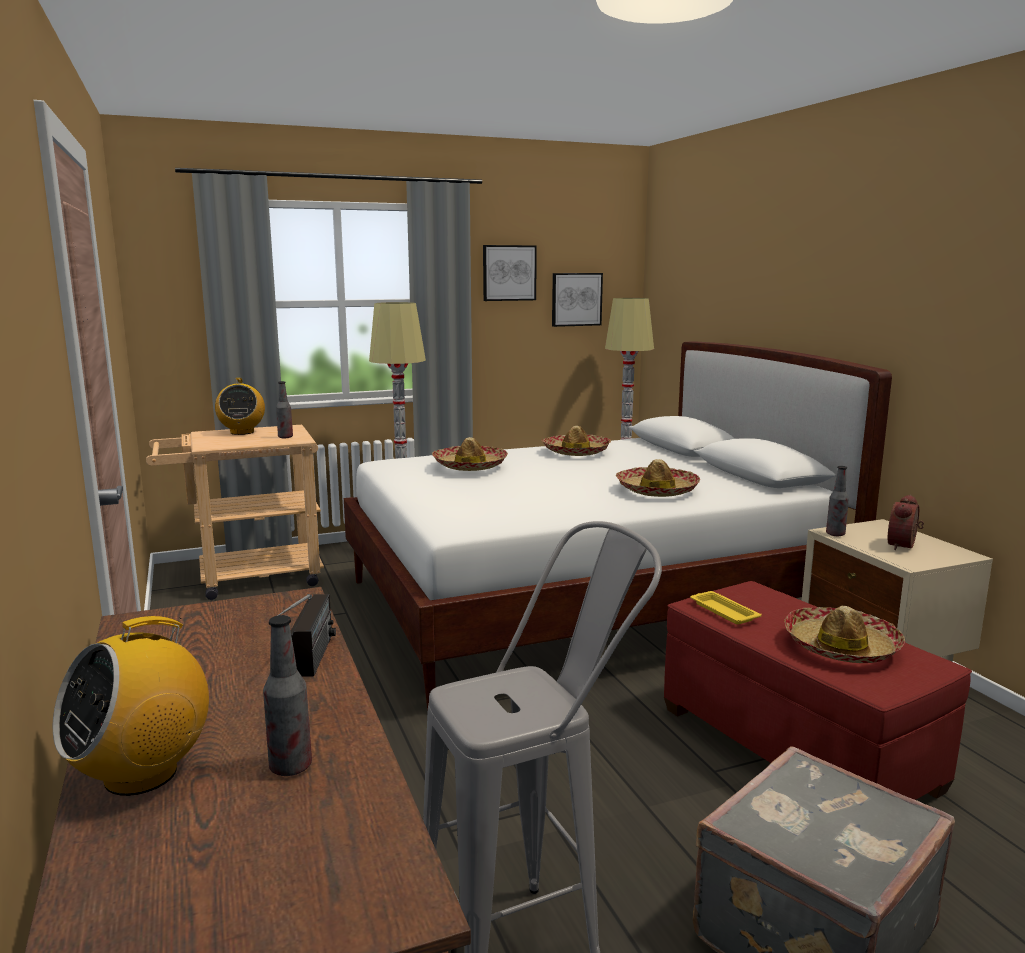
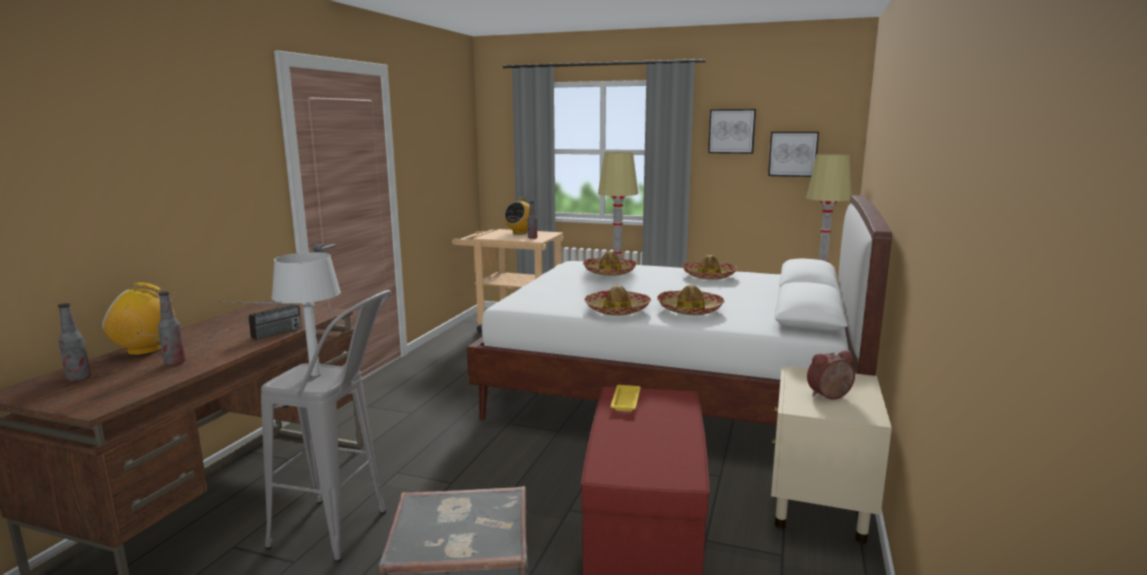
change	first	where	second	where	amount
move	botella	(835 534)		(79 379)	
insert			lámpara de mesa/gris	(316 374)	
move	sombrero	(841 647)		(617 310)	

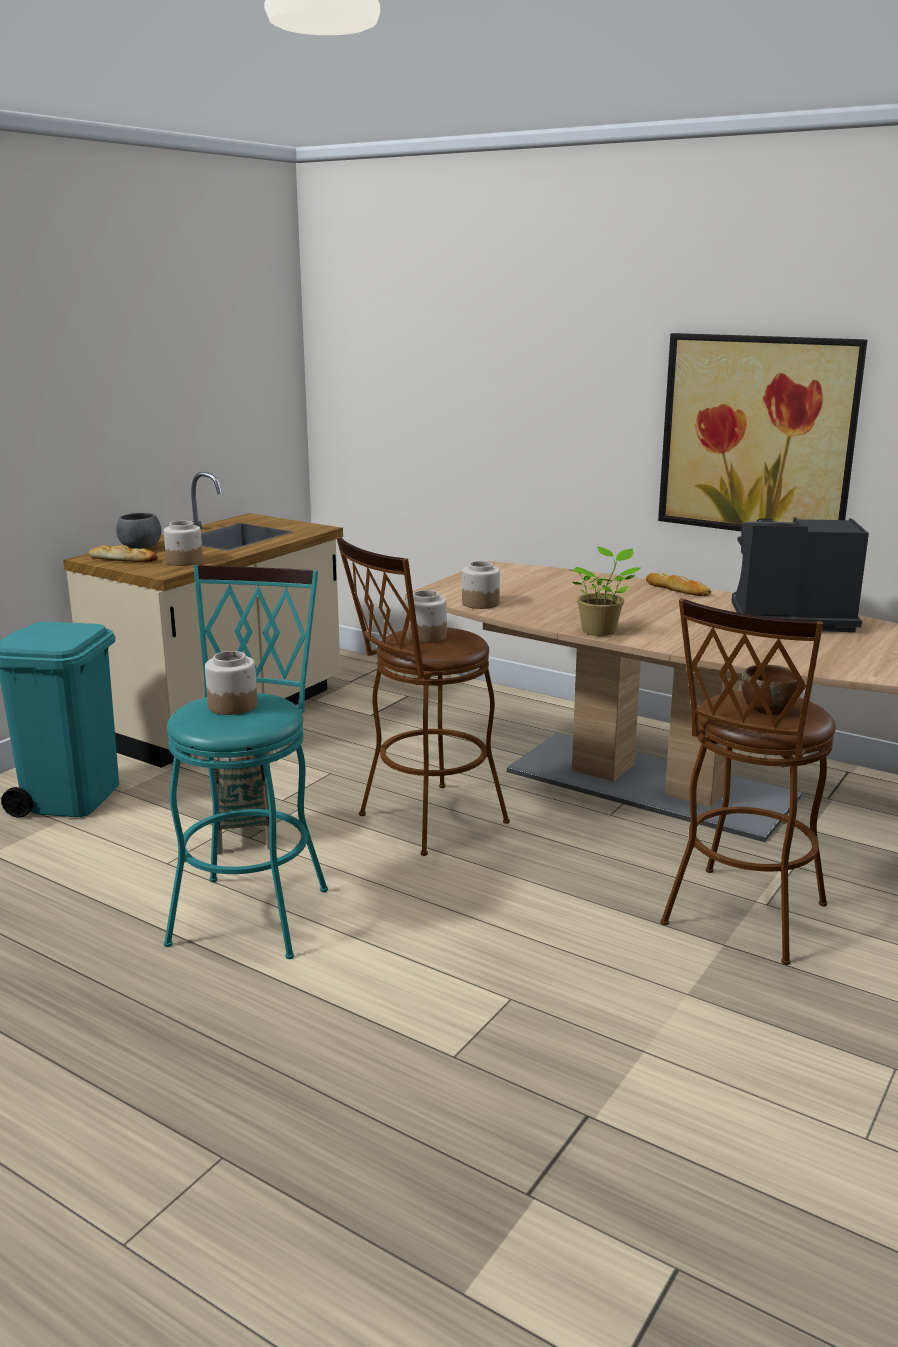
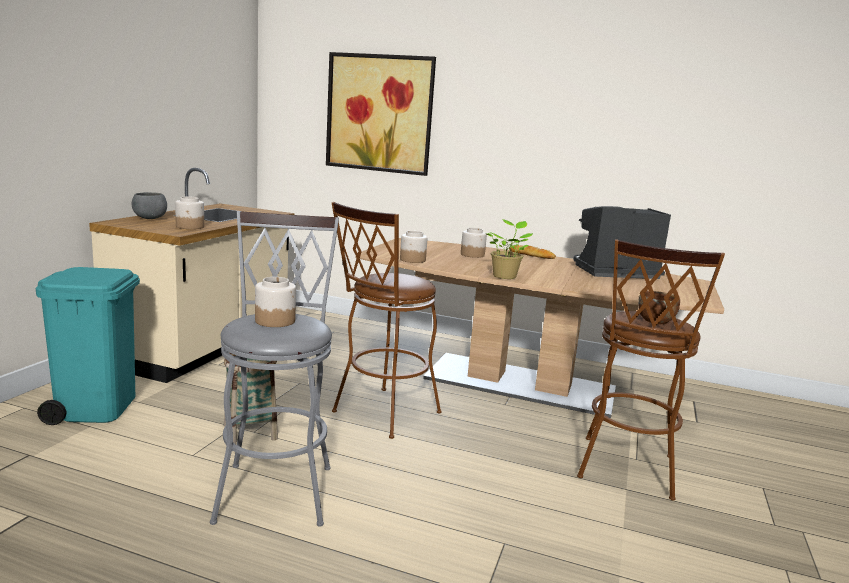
change	first	where	second	where	amount
recolor	taburete/turquesa	(255 908)	taburete/gris	(277 486)	
move	cuadro	(757 436)		(379 113)	
move	tarro	(426 636)		(472 255)	
delete	pan	(123 559)			

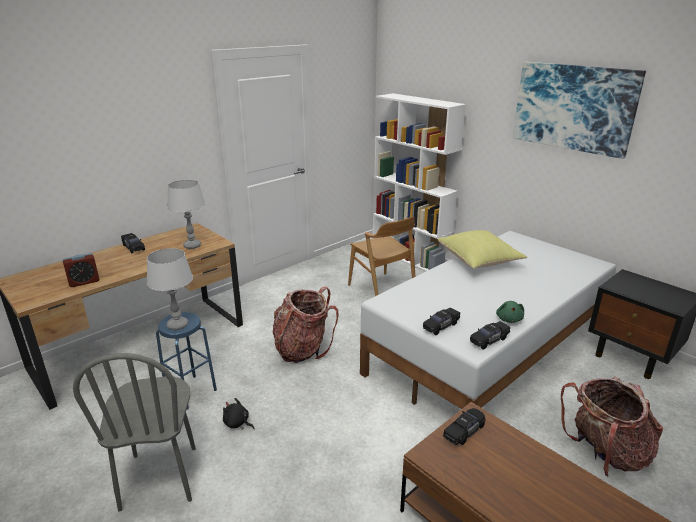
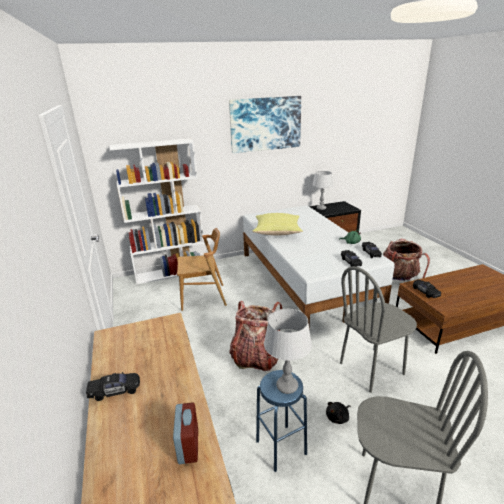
change	first	where	second	where	amount
move	lámpara de mesa/gris	(192 246)		(321 208)	
insert			silla/gris	(372 369)	

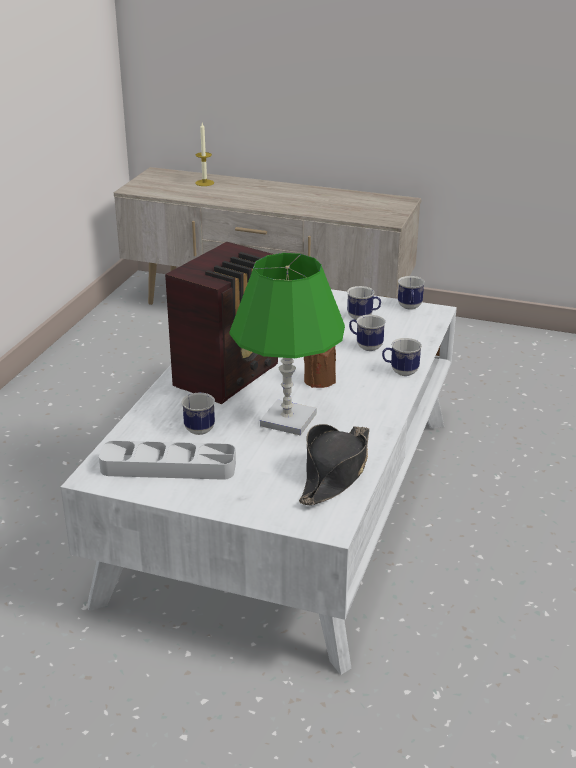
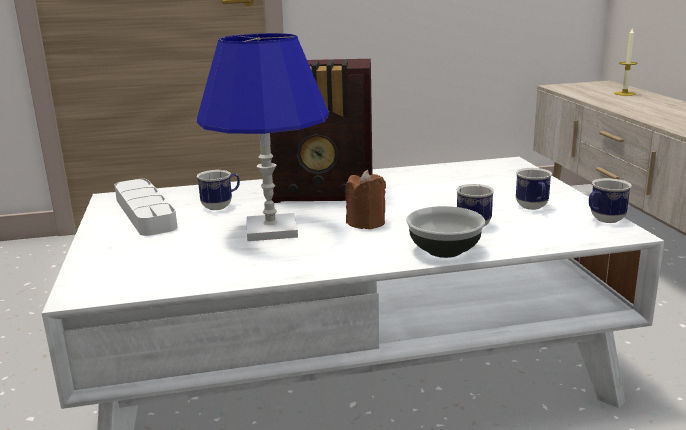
change	first	where	second	where	amount
recolor	lámpara de mesa/verde	(287 419)	lámpara de mesa/azul	(271 230)	
replace	taza grande	(400 372)	cuenco	(443 250)	
delete	sombrero/negro	(335 473)			

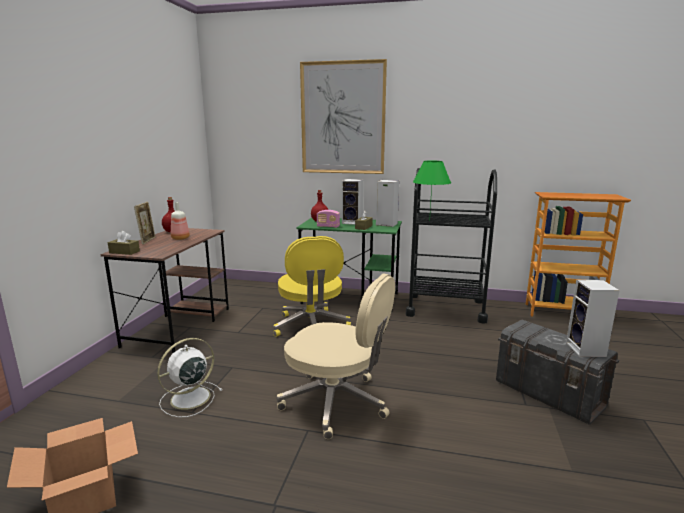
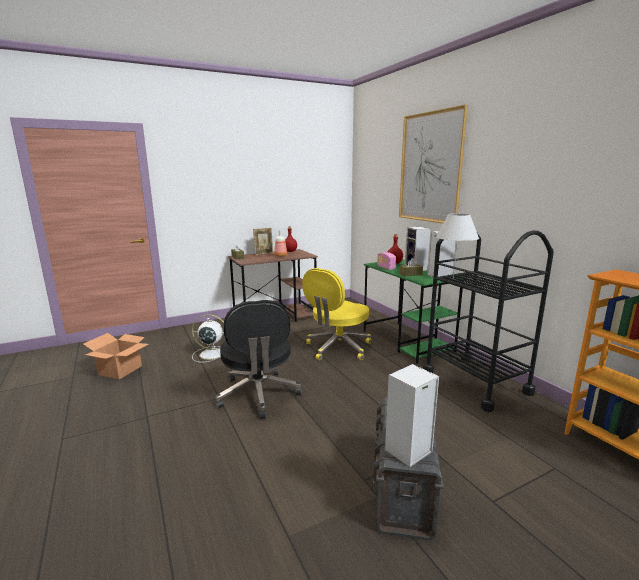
change	first	where	second	where	amount
recolor	silla de oficina/beis	(336 402)	silla de oficina/negro	(258 395)	
recolor	lámpara de mesa/verde	(429 221)	lámpara de mesa/blanco	(453 279)	

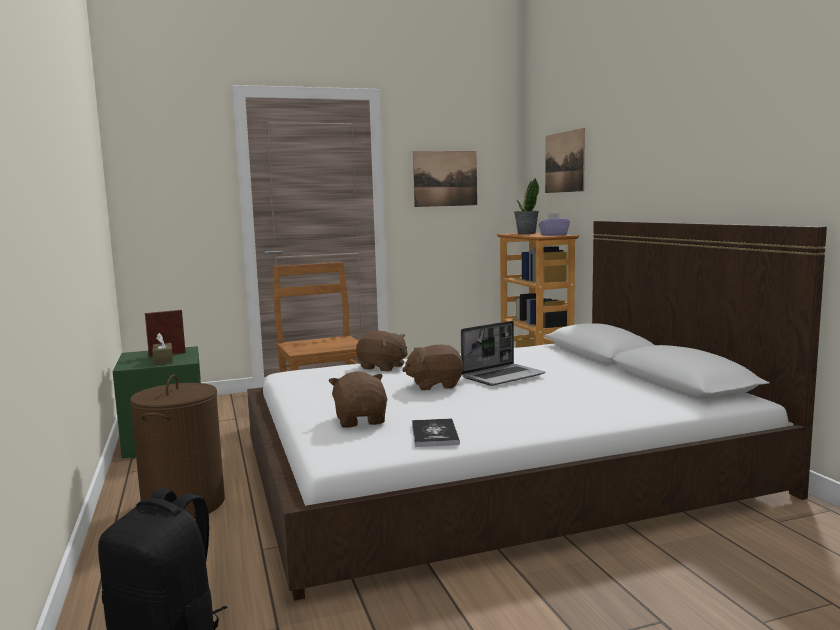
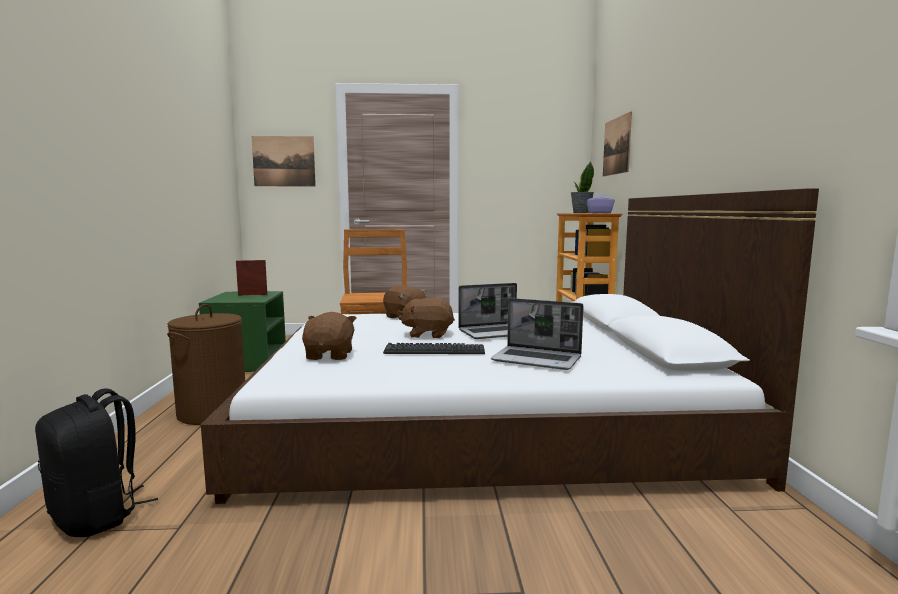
change	first	where	second	where	amount
move	cuadro	(445 178)		(284 161)	
insert			teclado	(434 350)	
insert			portátil	(537 359)	
delete	caja de pañuelos/marrón	(163 360)			
delete	libro	(434 434)			

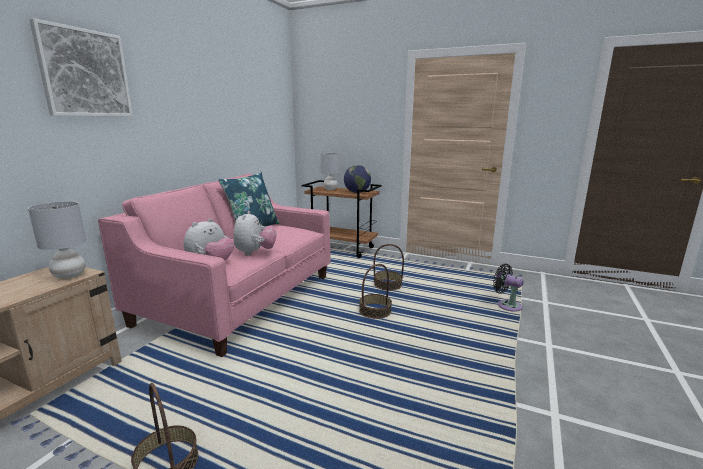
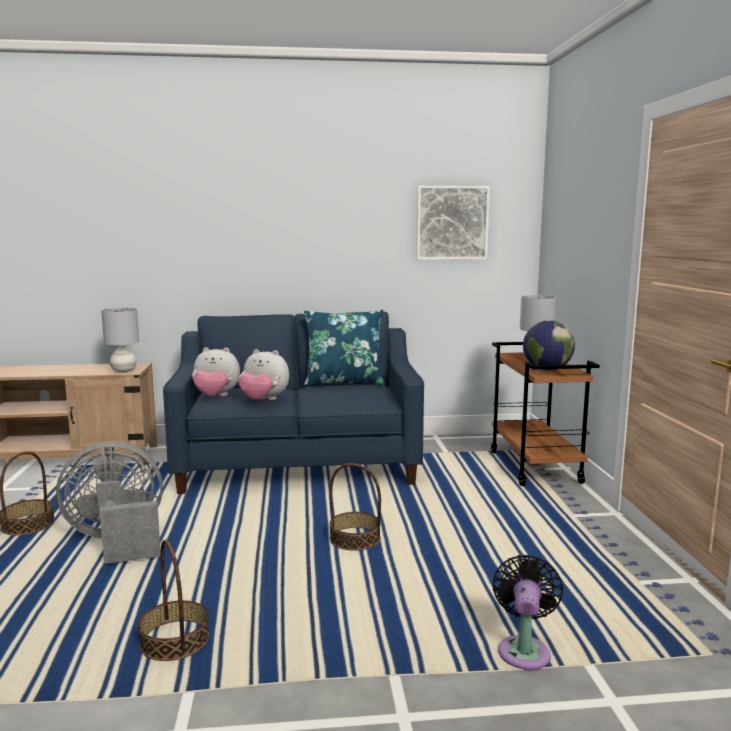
change	first	where	second	where	amount
insert			ventilador/gris	(117 541)	
move	cesta	(388 285)		(175 640)	
recolor	sofá/rosa	(240 299)	sofá/azul	(298 463)	
rotate	peluche	(255 253)		(263 400)	45 degrees clockwise
move	cuadro	(85 73)		(452 223)	

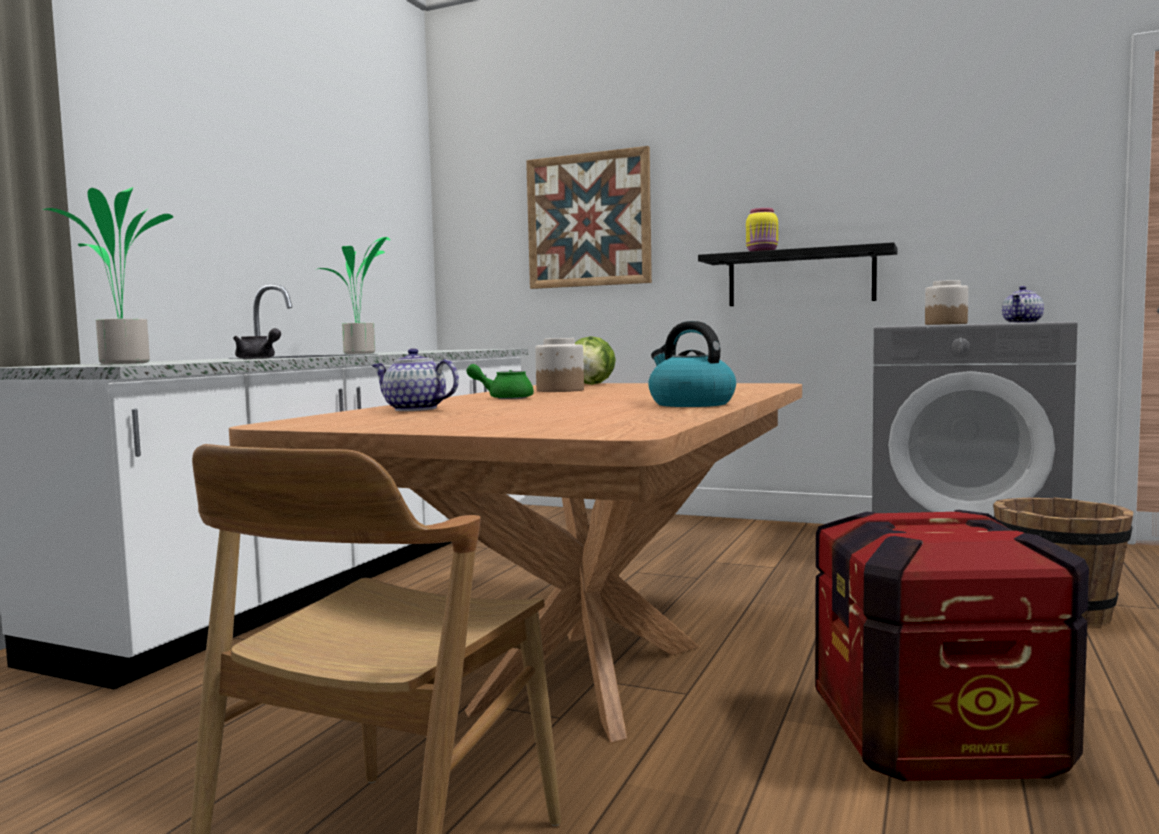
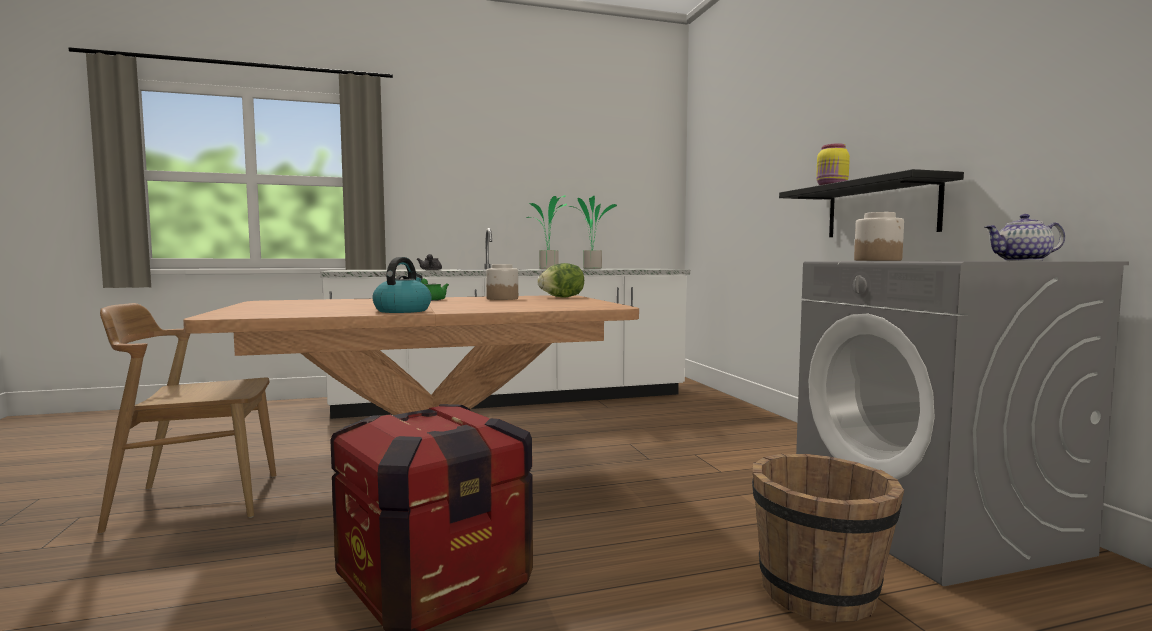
change	first	where	second	where	amount
move	planta en maceta	(122 363)		(591 268)	
delete	tetera	(414 409)			
delete	cuadro	(588 220)			

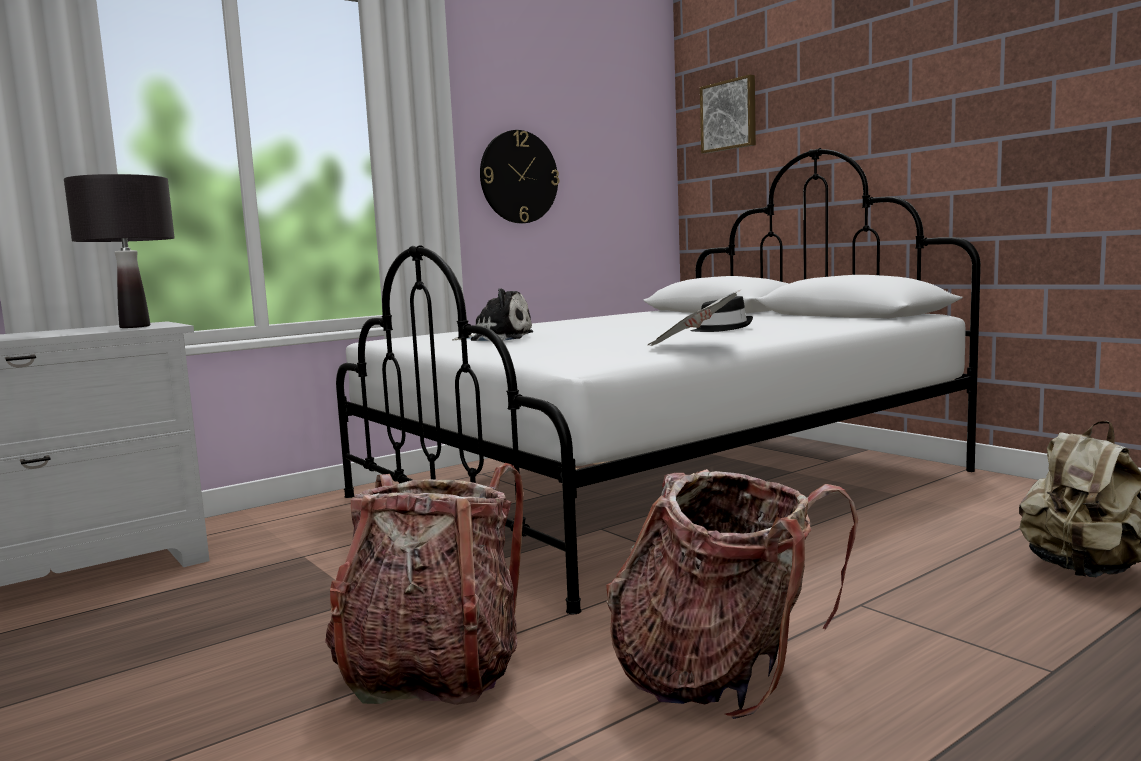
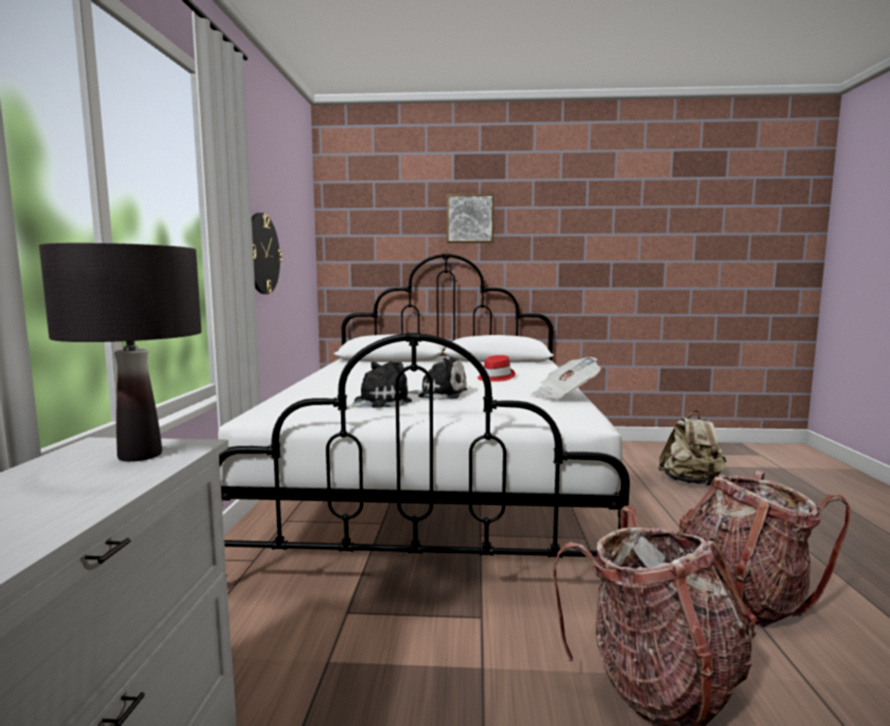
change	first	where	second	where	amount
insert			peluche	(439 394)	
move	cuadro	(729 115)		(470 219)	
recolor	sombrero/negro	(721 329)	sombrero/rojo	(495 377)	

